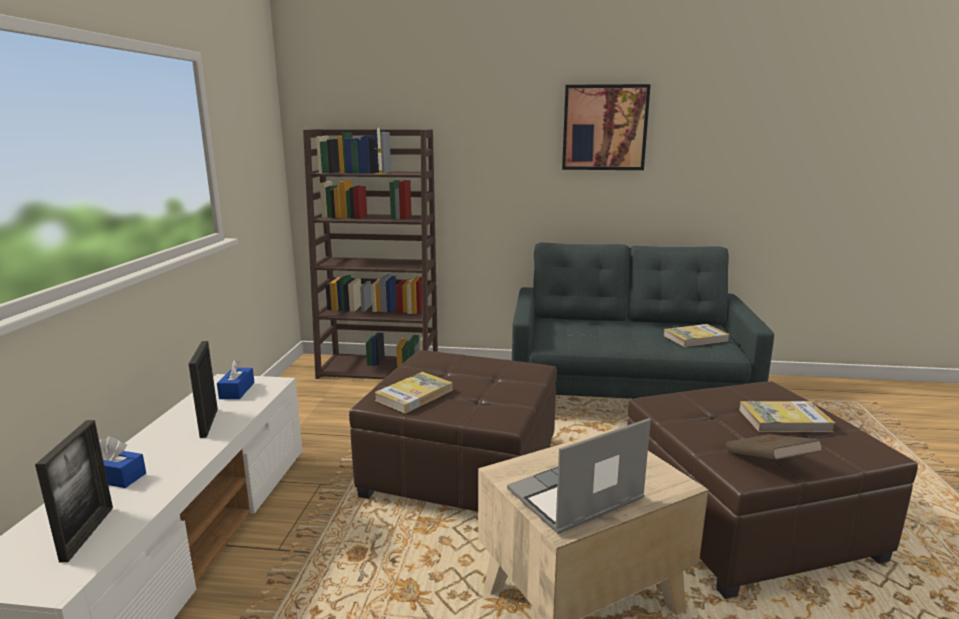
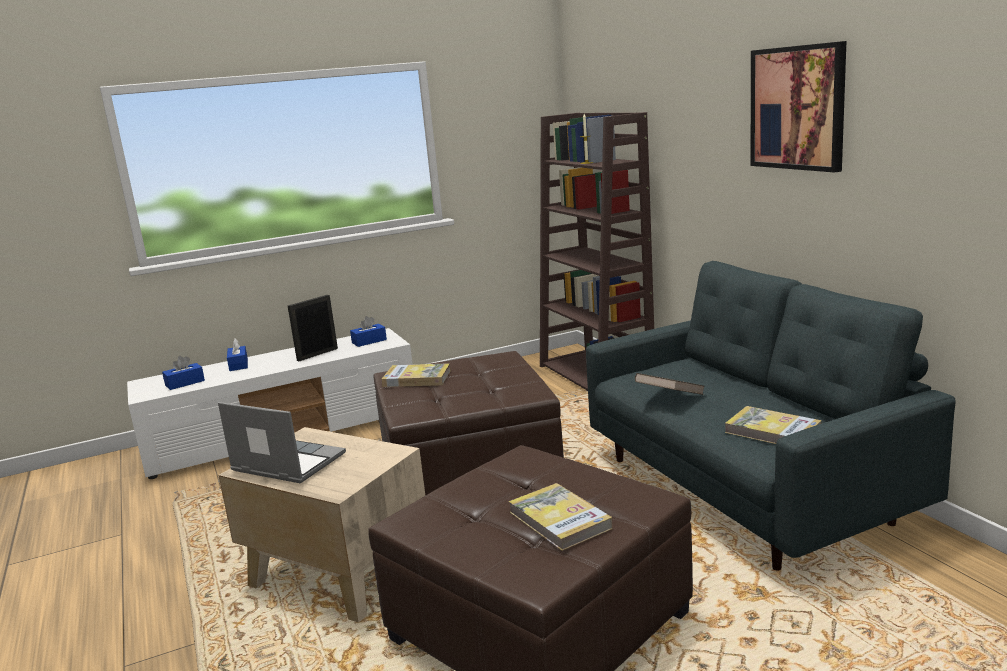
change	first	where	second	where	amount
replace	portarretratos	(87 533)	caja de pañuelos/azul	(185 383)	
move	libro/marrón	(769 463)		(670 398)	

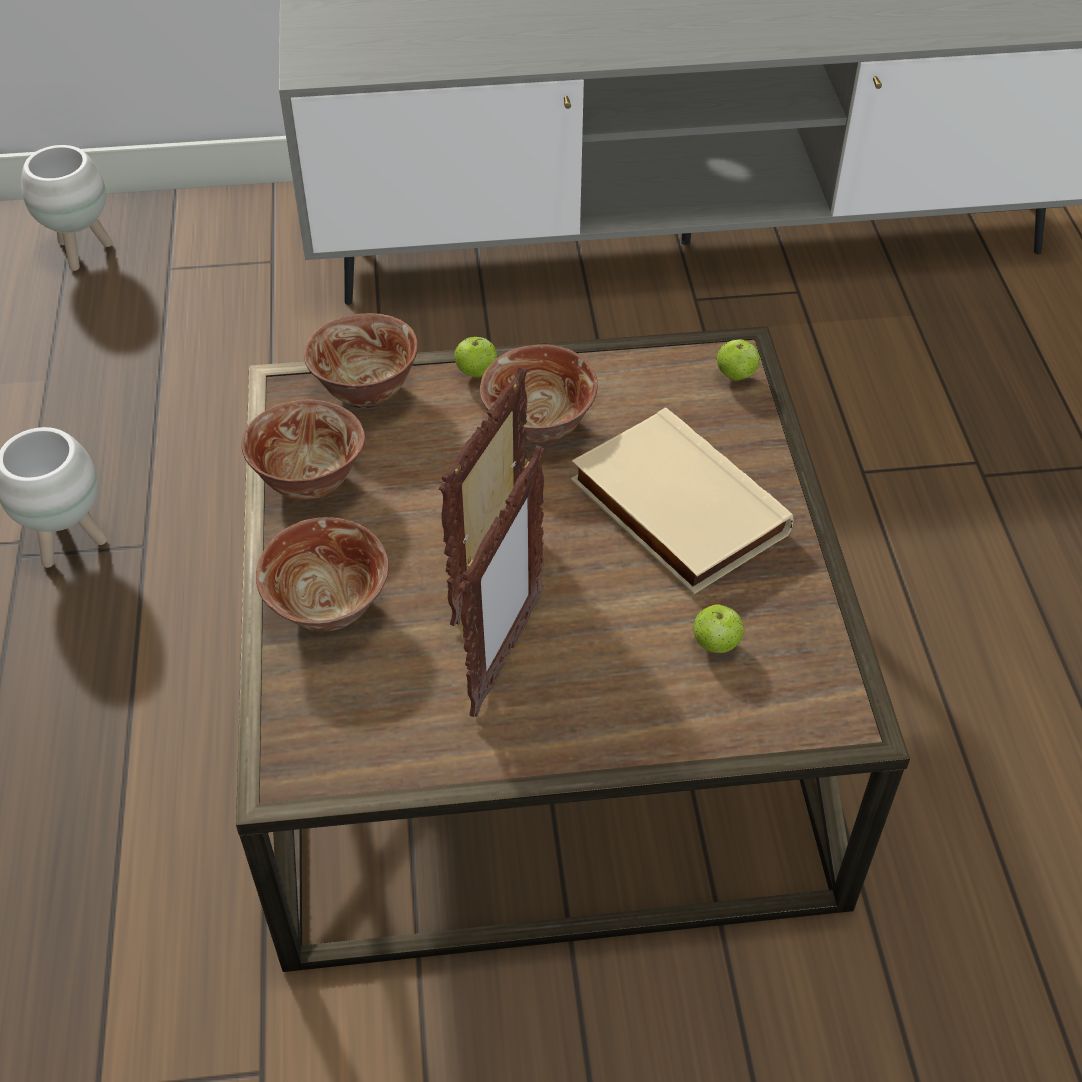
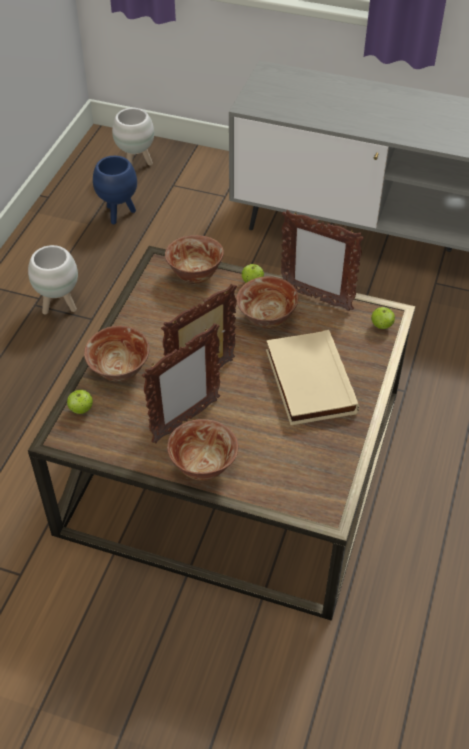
change	first	where	second	where	amount
move	manzana	(716 644)		(81 409)	
insert			maceta/azul	(119 214)	
move	cuenco	(309 481)		(202 466)	
insert			portarretratos	(315 298)	

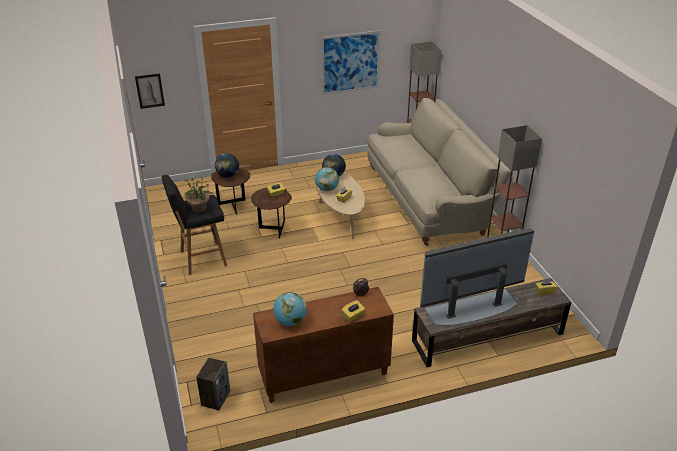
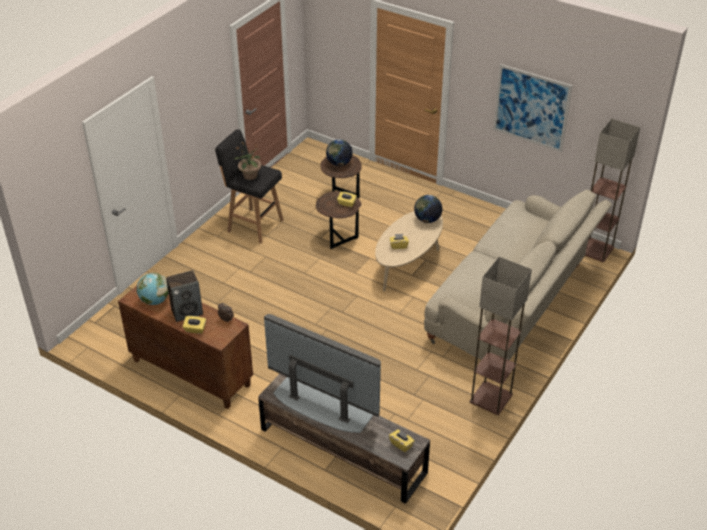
change	first	where	second	where	amount
move	altavoz	(215 398)		(187 311)	
delete	cuadro	(150 91)			
delete	globo terráqueo	(327 189)			

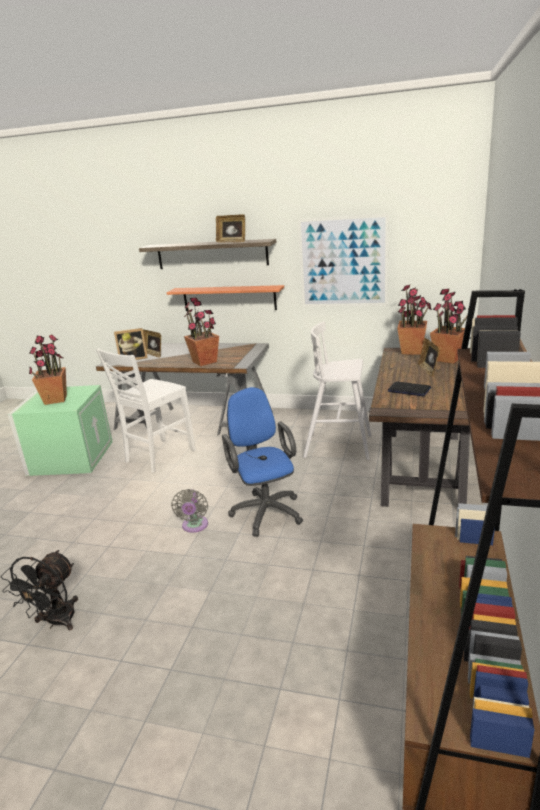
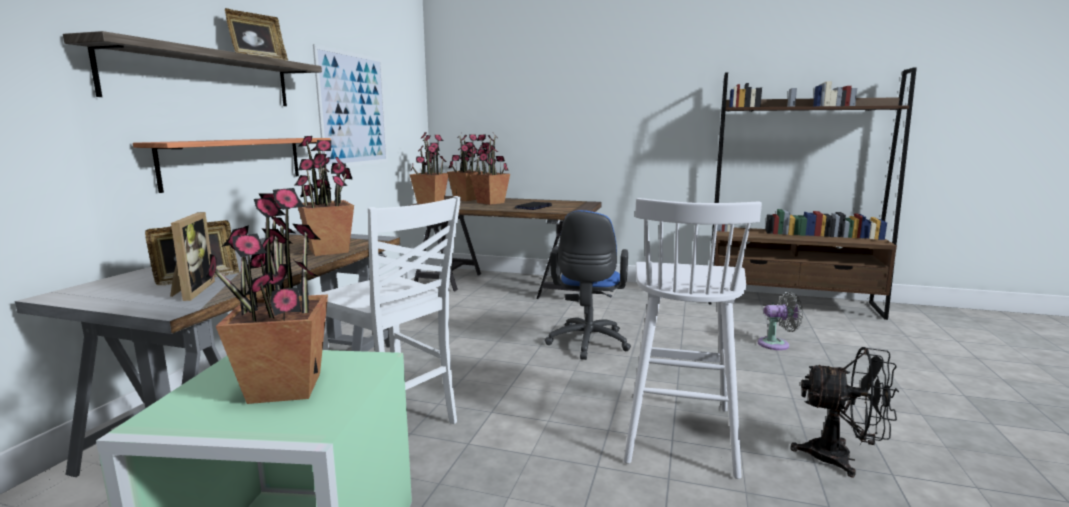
change	first	where	second	where	amount
replace	portarretratos	(428 370)	planta en maceta	(490 203)	
rotate	silla de oficina/azul	(265 510)		(587 344)	60 degrees counterclockwise
move	taburete/blanco	(339 446)		(679 432)	
move	ventilador/gris	(194 526)		(777 344)	

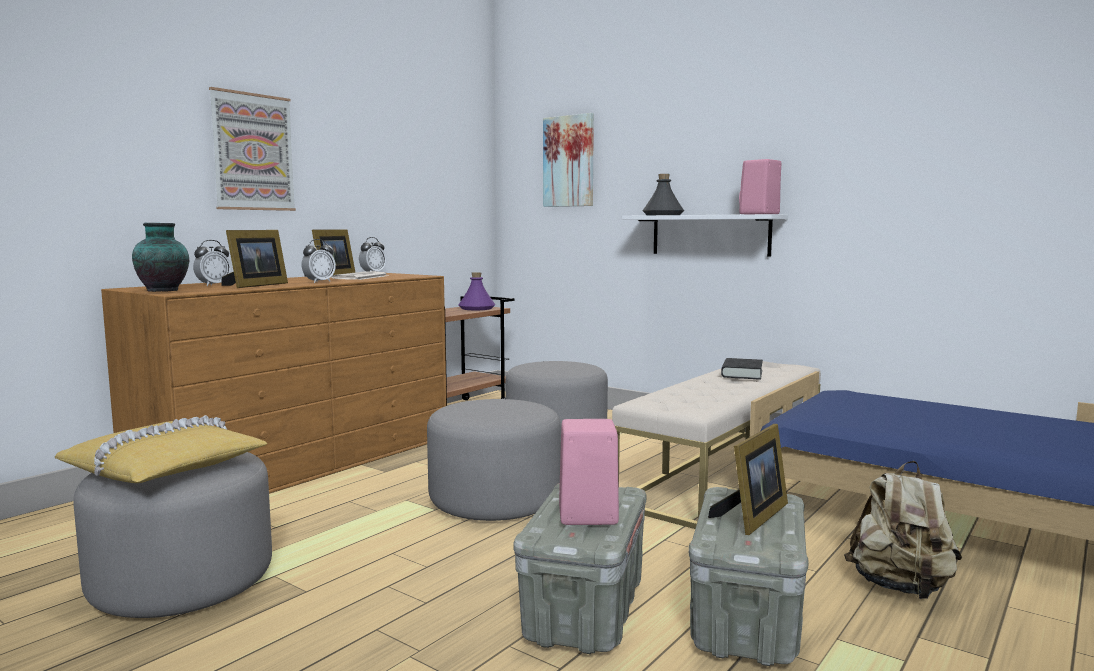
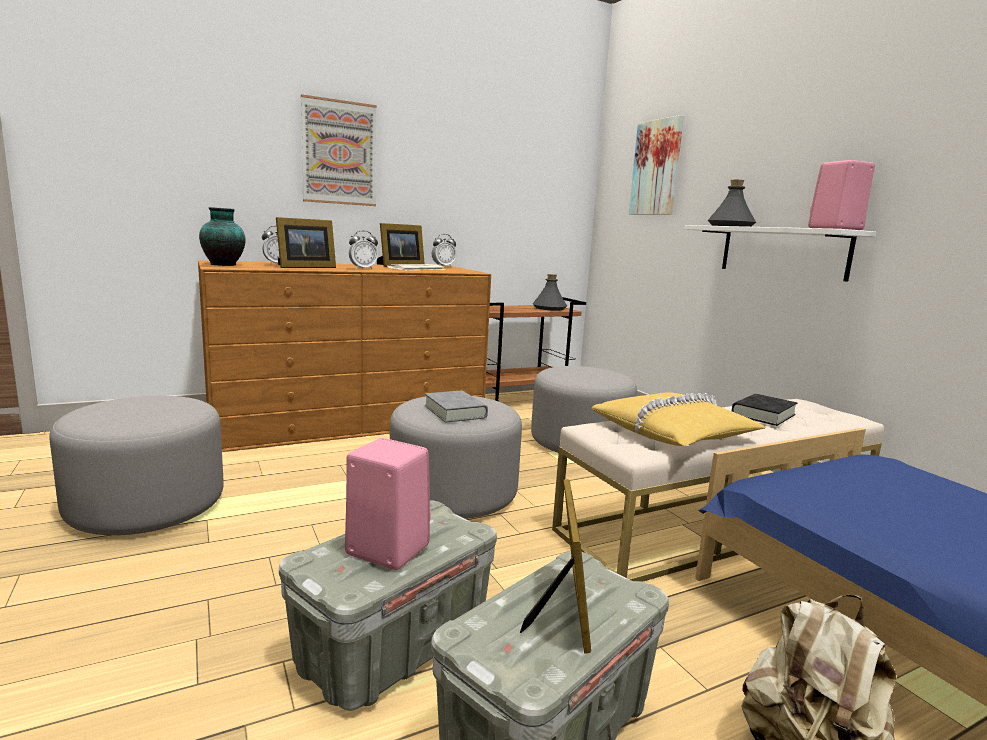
change	first	where	second	where	amount
insert			libro/gris	(455 412)	
rotate	portarretratos	(753 516)		(563 609)	60 degrees counterclockwise
recolor	botella/morado	(476 308)	botella/gris	(549 308)	
move	cojín/amarillo	(166 468)		(674 433)	

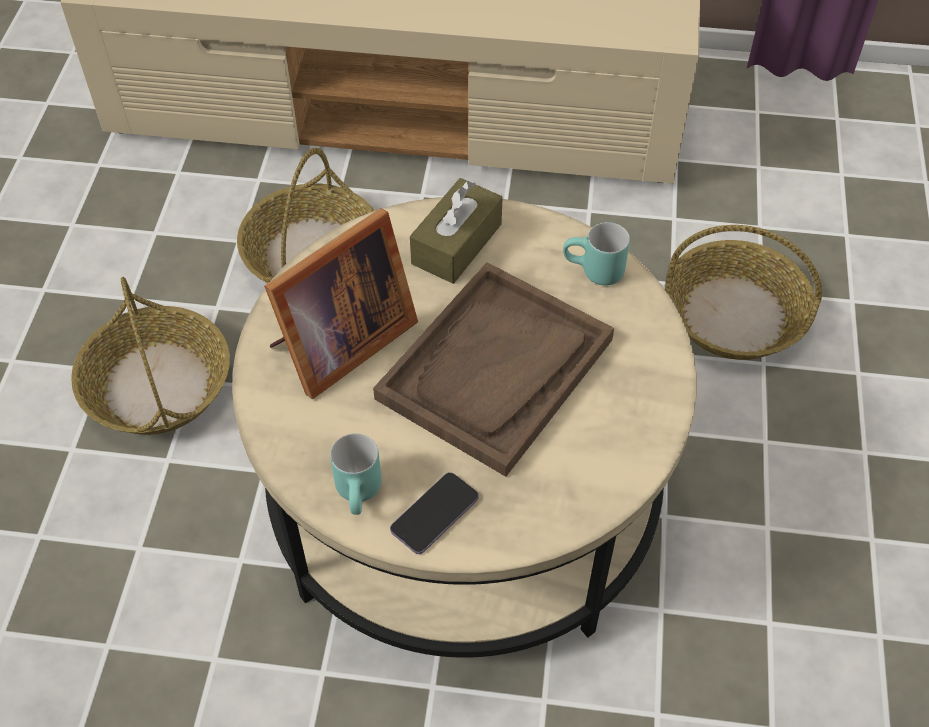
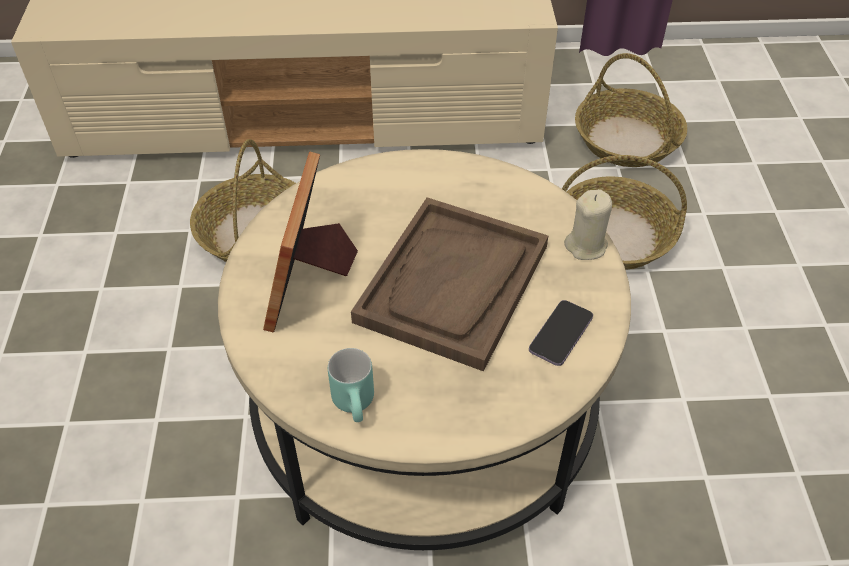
change	first	where	second	where	amount
rotate	portarretratos	(338 344)		(310 281)	150 degrees clockwise
move	móvil	(434 514)		(560 334)	
insert			vela/beis	(586 246)	
move	cesta	(158 386)		(627 140)	
delete	caja de pañuelos/marrón	(456 244)			
delete	taza grande/turquesa	(593 273)			

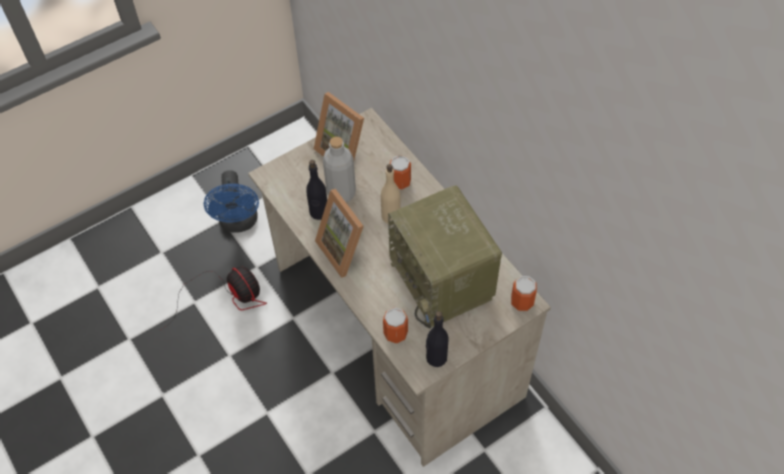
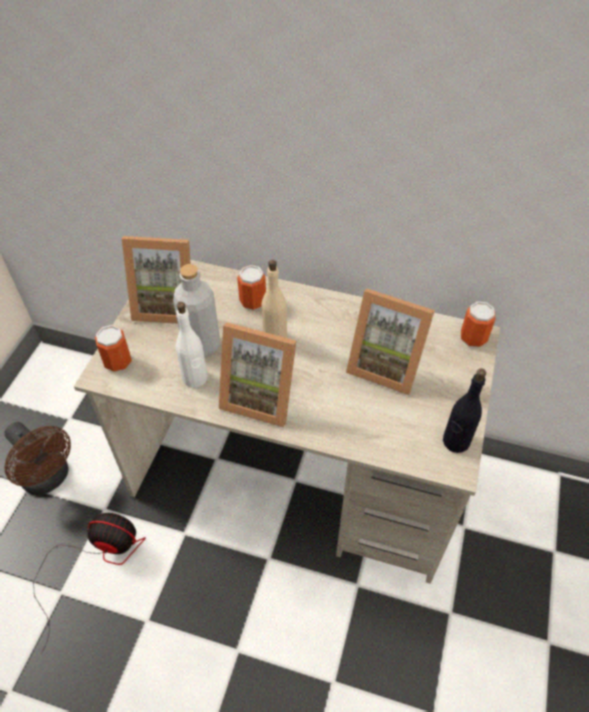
change	first	where	second	where	amount
recolor	ventilador/azul	(239 223)	ventilador/marrón	(49 478)	
move	lata	(395 333)		(118 362)	
recolor	botella/negro	(319 212)	botella/blanco	(195 378)	
replace	radio	(443 281)	portarretratos	(386 364)	

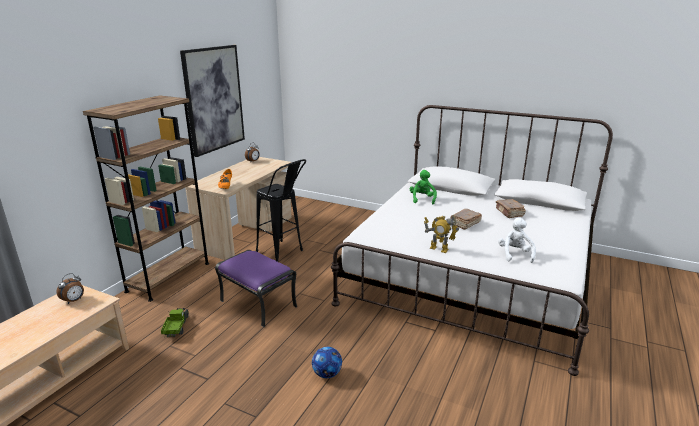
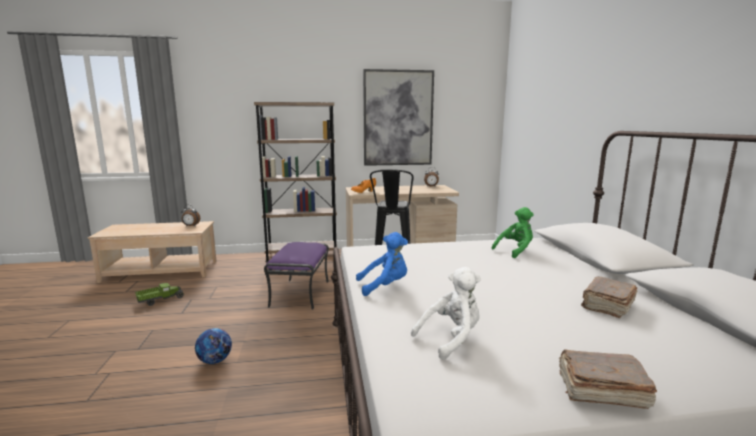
change	first	where	second	where	amount
move	camión de juguete	(176 327)		(160 300)	
replace	robot de juguete	(439 249)	peluche/azul	(385 286)	
move	libro/marrón	(464 224)		(600 391)	

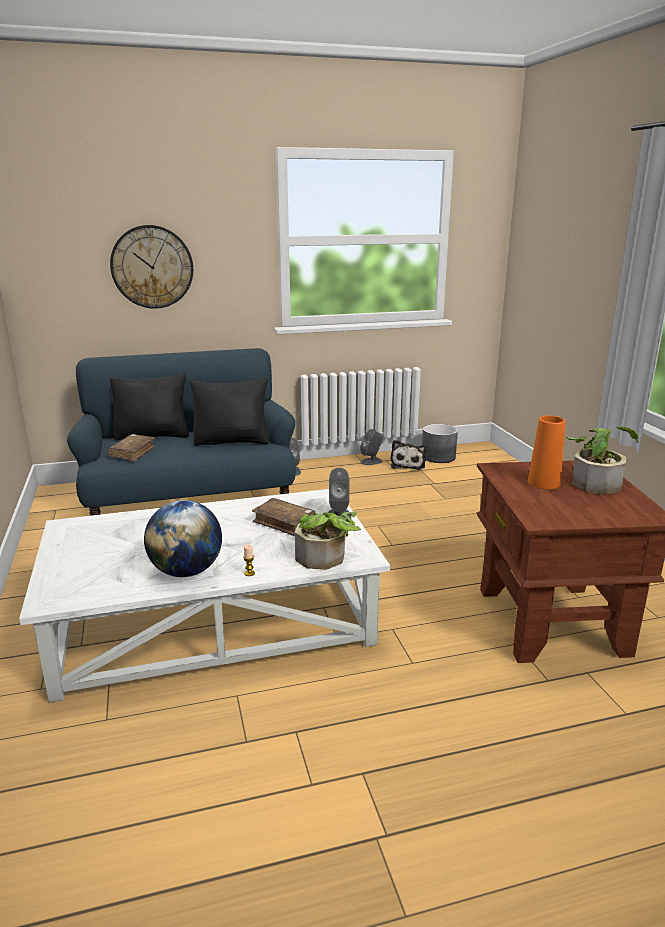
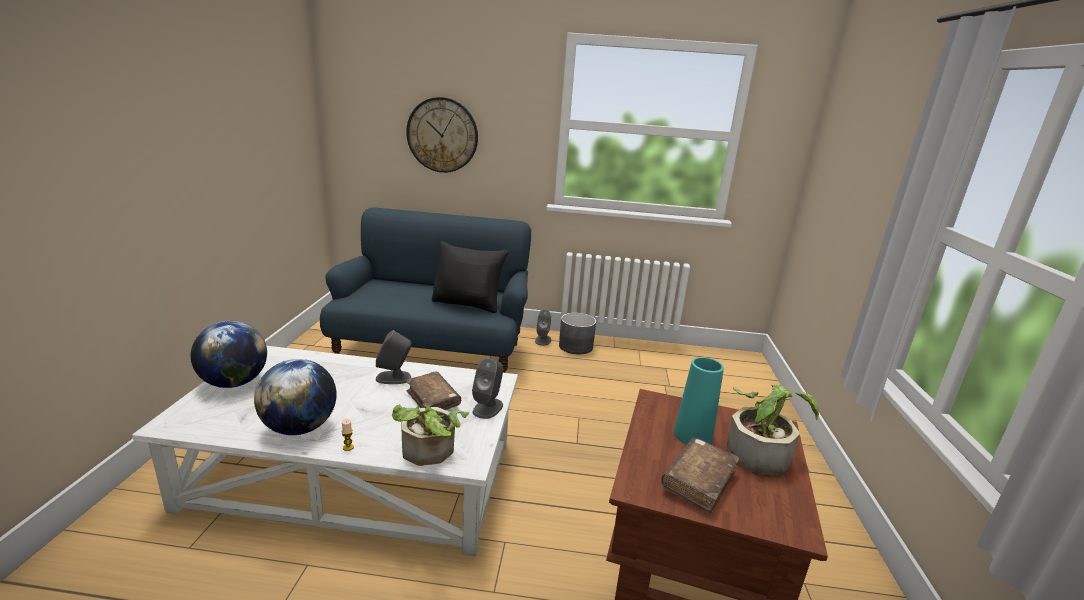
change	first	where	second	where	amount
insert			globo terráqueo	(234 383)	
move	altavoz/gris	(371 461)		(394 378)	
move	maceta/gris	(438 457)		(576 346)	
move	libro/marrón	(132 453)		(698 482)	
recolor	florero/naranja	(544 482)	florero/turquesa	(693 435)	
delete	cojín/negro	(153 436)			
delete	peluche	(408 464)			

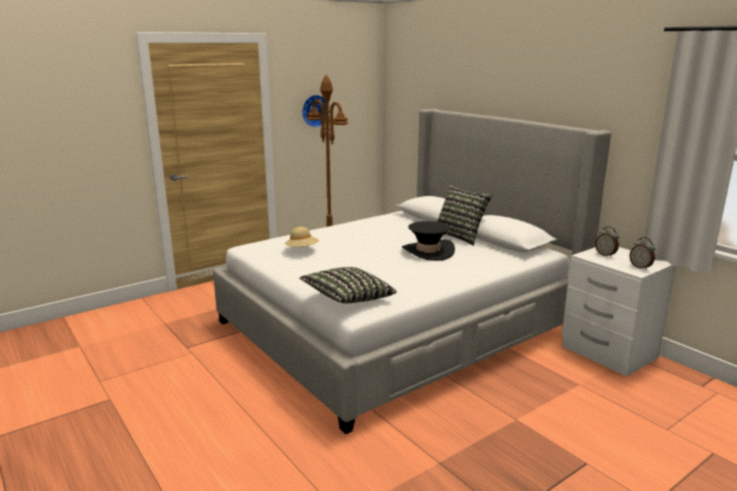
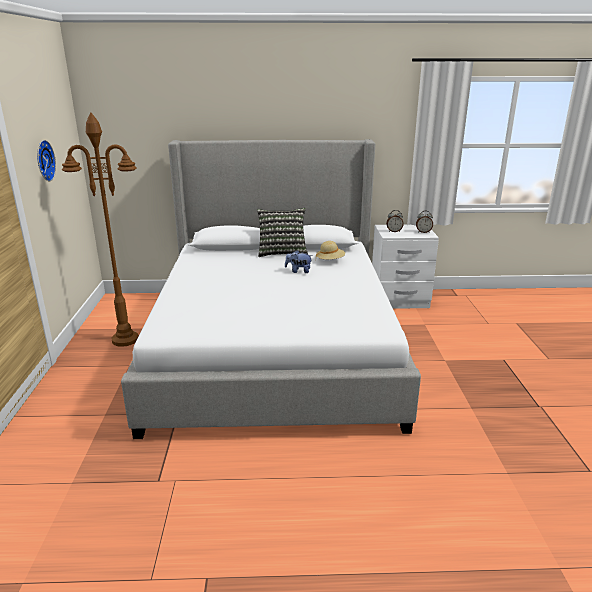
change	first	where	second	where	amount
replace	sombrero/negro	(428 252)	peluche	(298 271)	
move	sombrero/beis	(302 250)		(330 261)	
delete	cojín	(347 299)			

